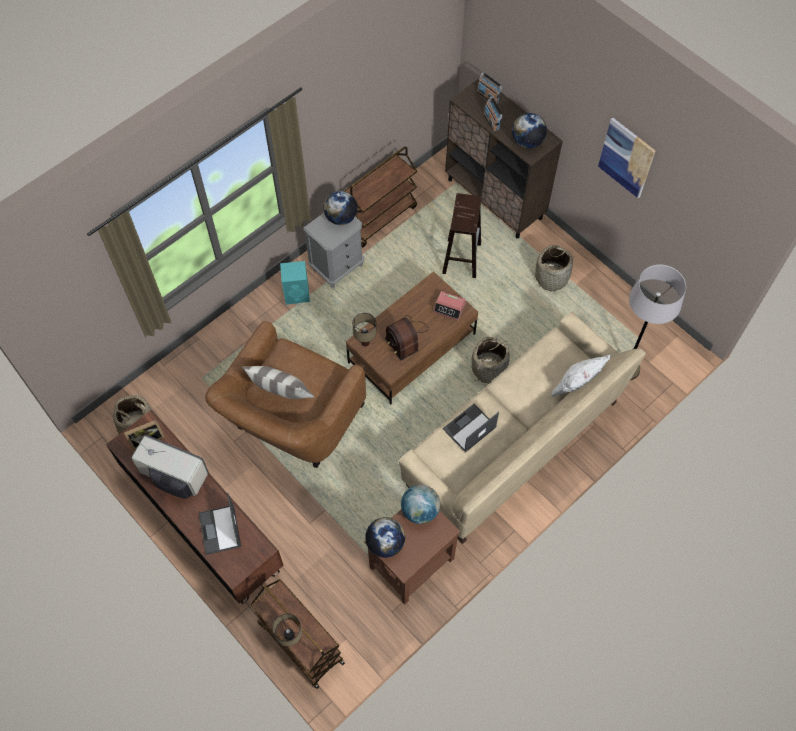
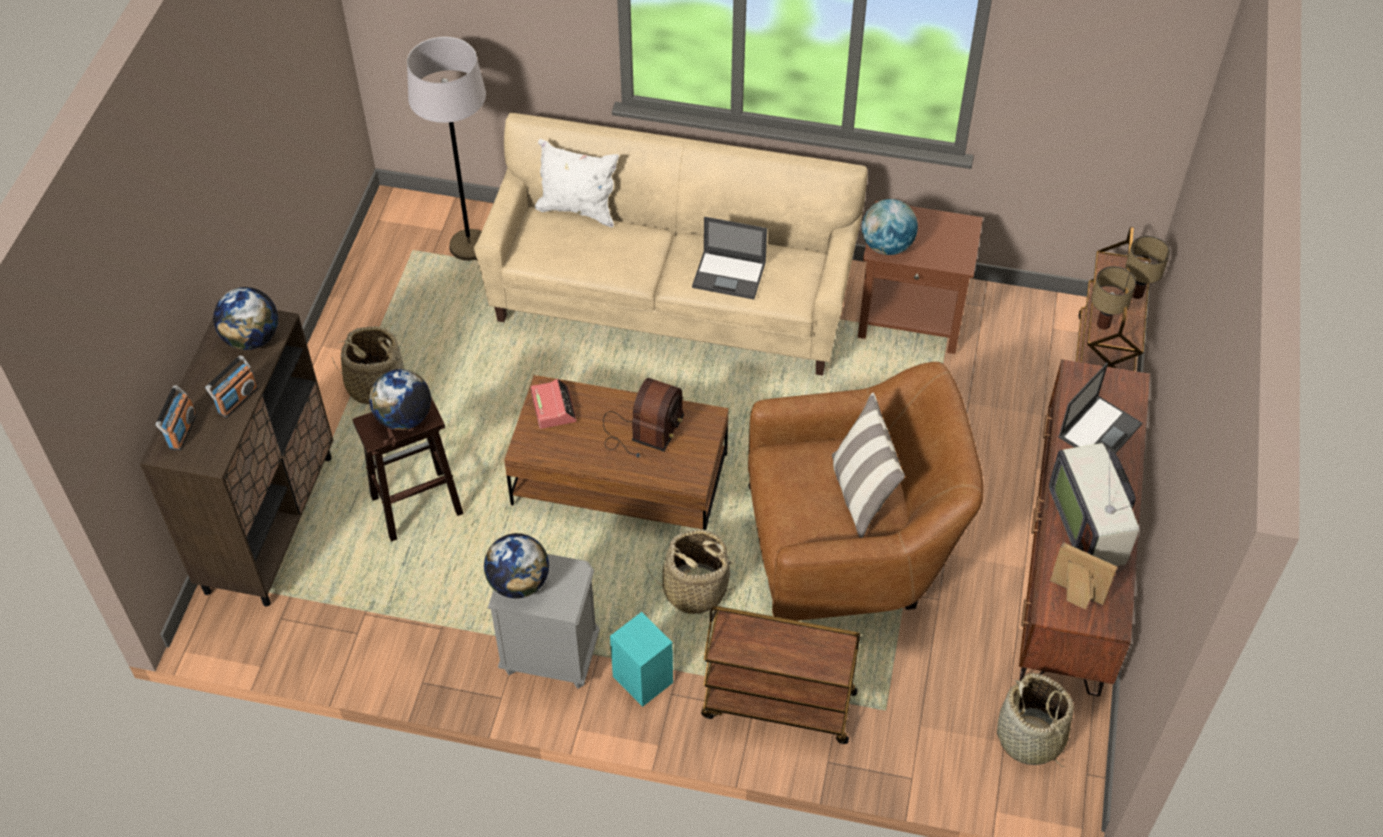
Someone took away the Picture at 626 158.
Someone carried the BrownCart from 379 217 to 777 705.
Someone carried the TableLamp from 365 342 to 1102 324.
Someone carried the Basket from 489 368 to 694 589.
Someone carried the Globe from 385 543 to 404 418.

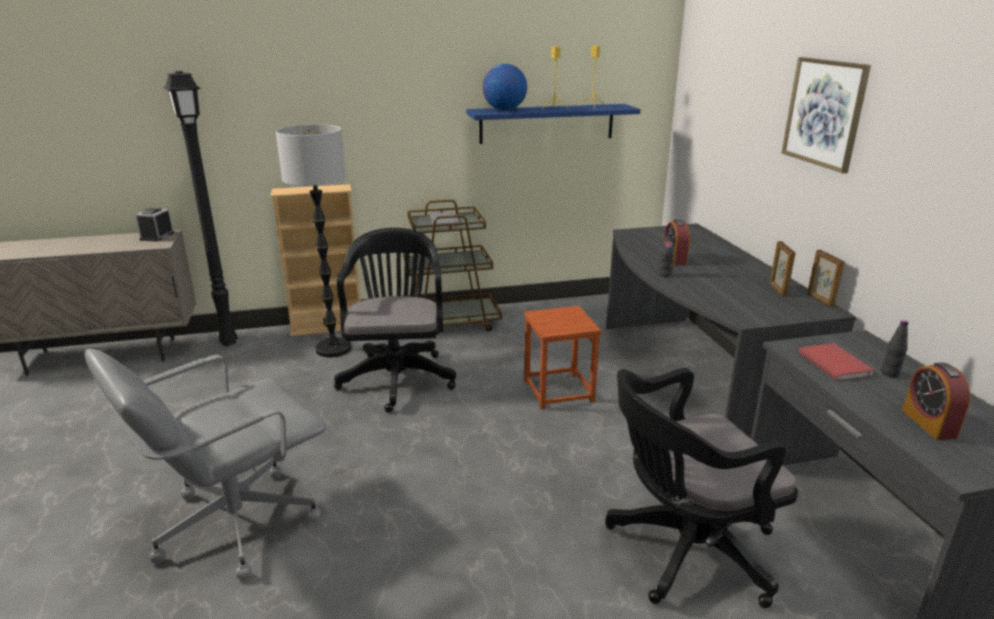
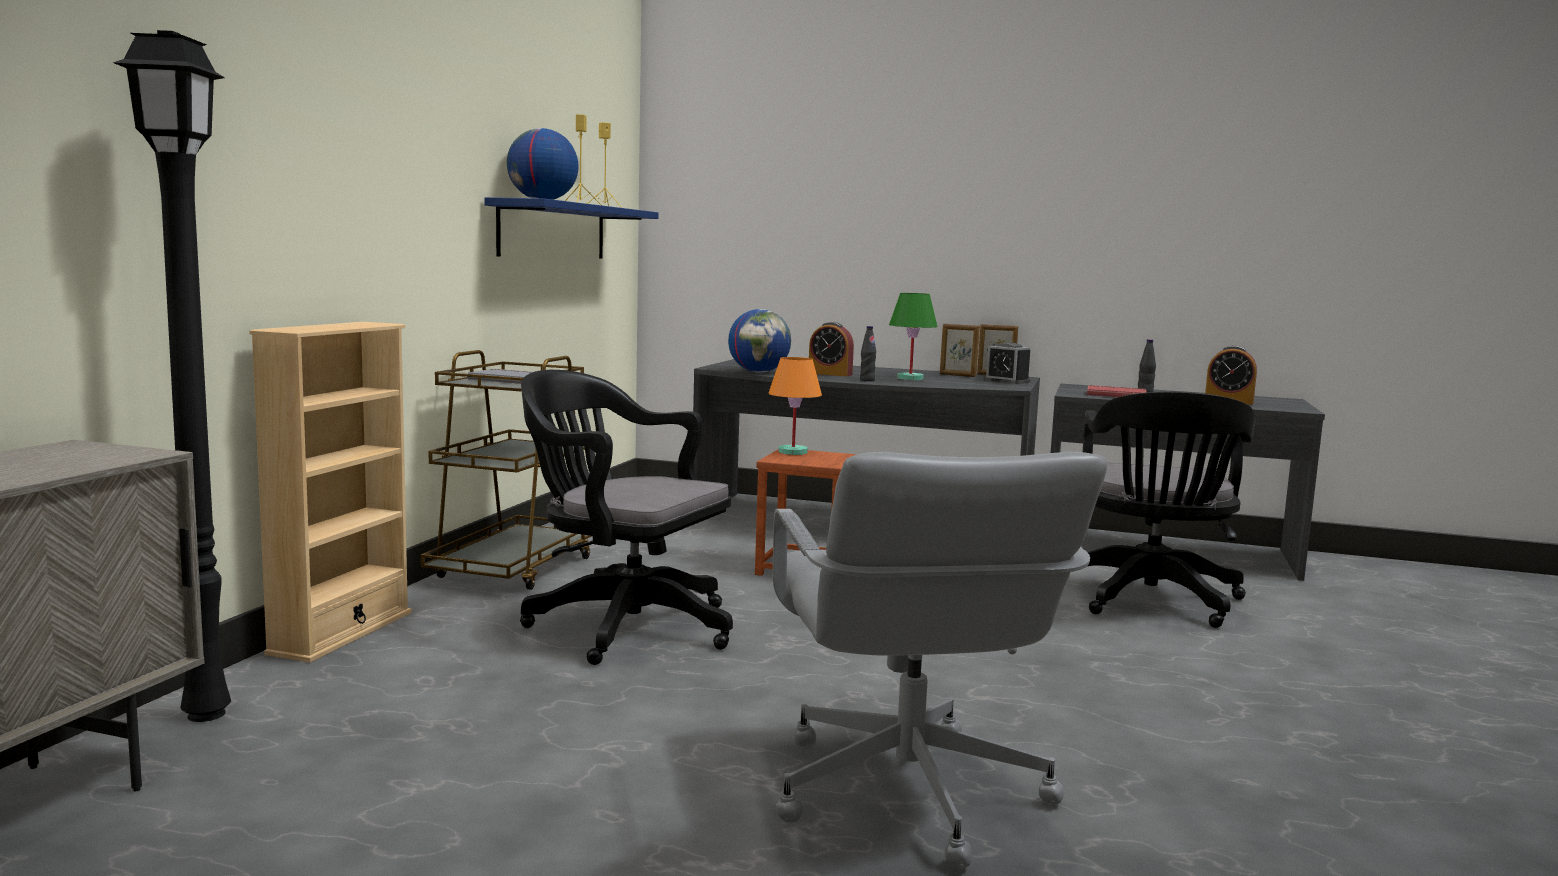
Someone took away the Picture at 824 113.
Someone took away the FloorLamp at 334 349.
Someone carried the AlarmClock from 157 236 to 1006 381.
Someone put down the GreenTableLamp at 909 378.
Someone put down the Globe at 759 372.
Someone put down the OrangeTableLamp at 792 452.

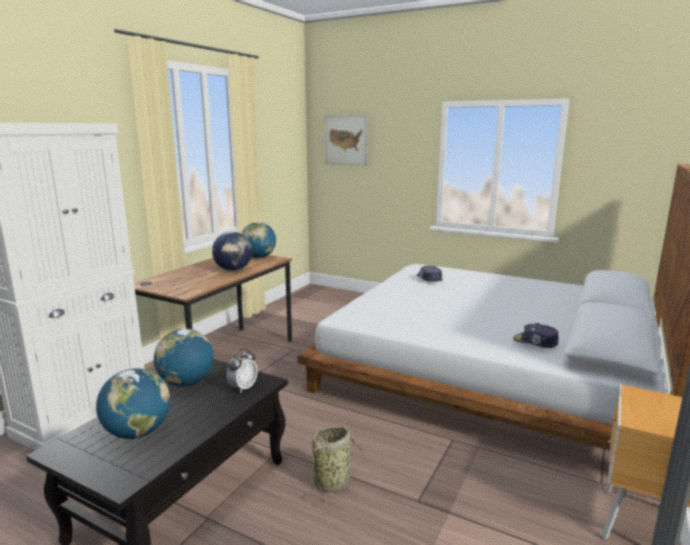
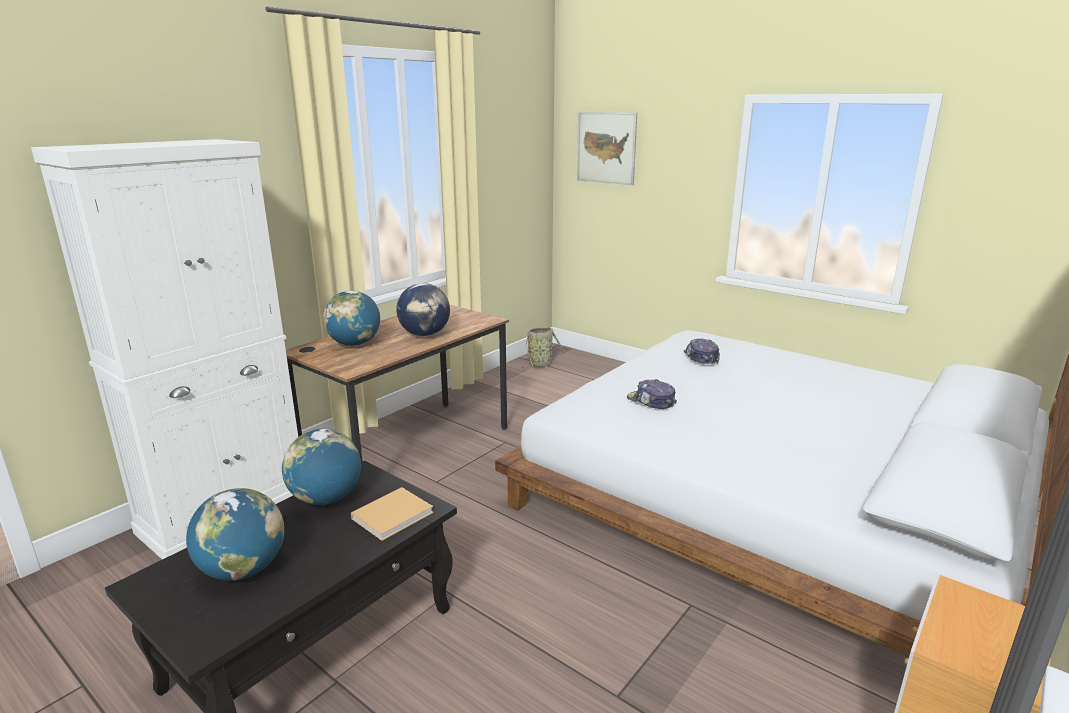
Someone carried the Globe from 259 257 to 354 344.
Someone carried the Cap from 535 342 to 651 402.
Someone swapped the AlarmClock at 243 388 for the BeigeBook at 394 514.
Someone carried the Basket from 333 482 to 541 364.

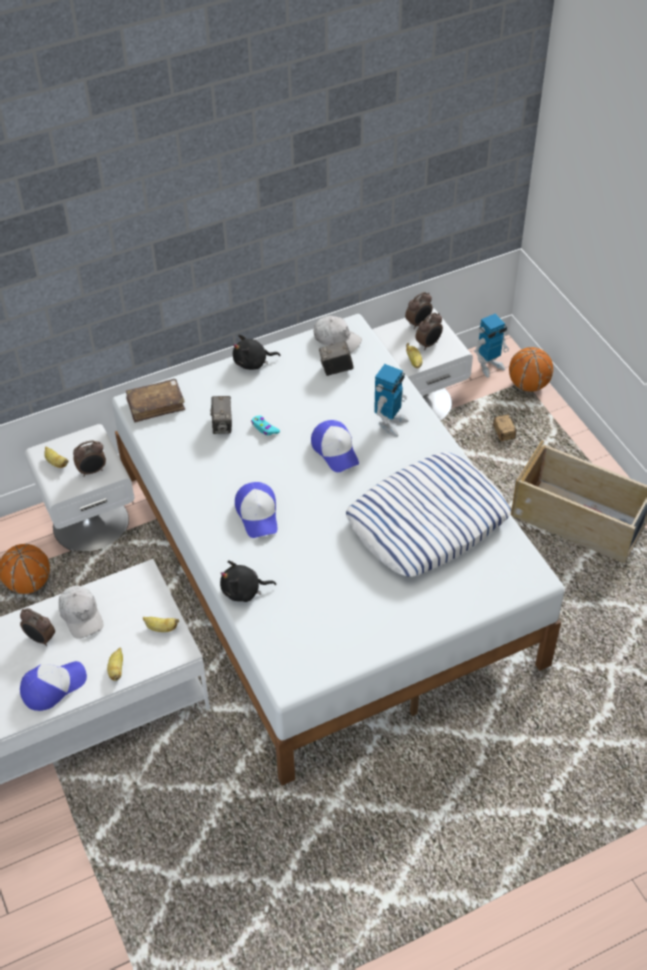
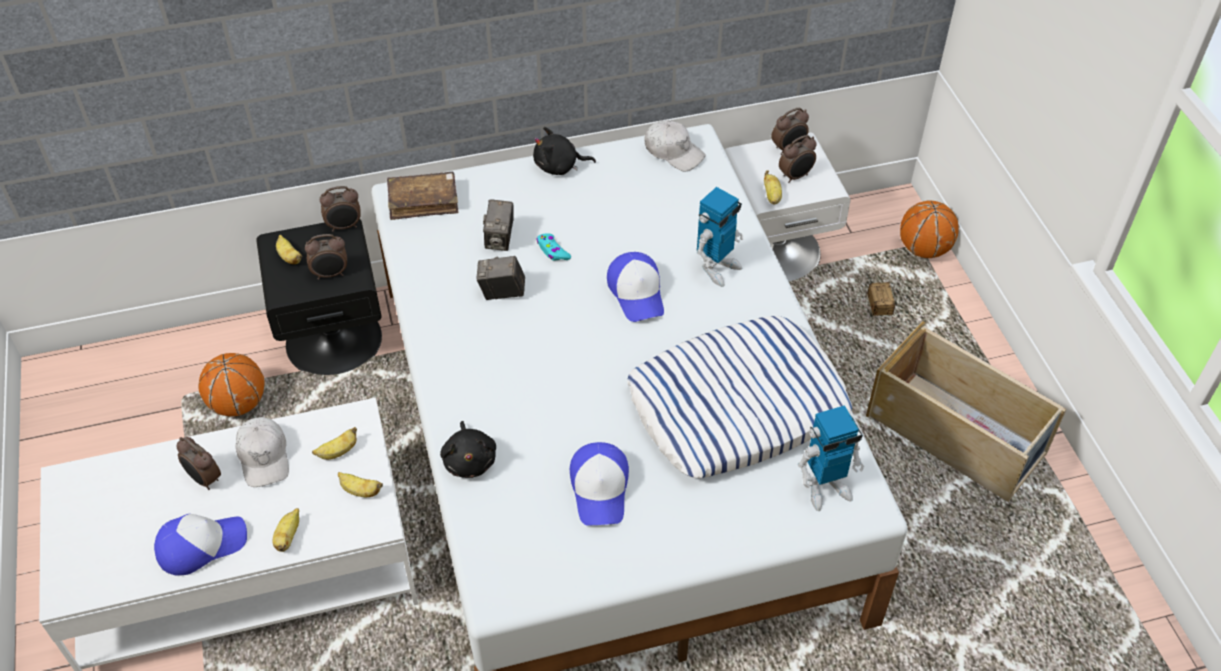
Someone carried the ToyRobot from 489 366 to 825 488.
Someone carried the PhotoCamera from 336 369 to 502 292.
Someone repainted the WhiteNightstand at 90 522, which became the BlackNightstand at 333 339.
Someone carried the Cap from 258 514 to 600 489.
Someone rotated the BlackPlushToy at 244 591 by 105 degrees counterclockwise.
Someone put down the AlarmClock at 344 226.
Someone put down the Banana at 338 452.

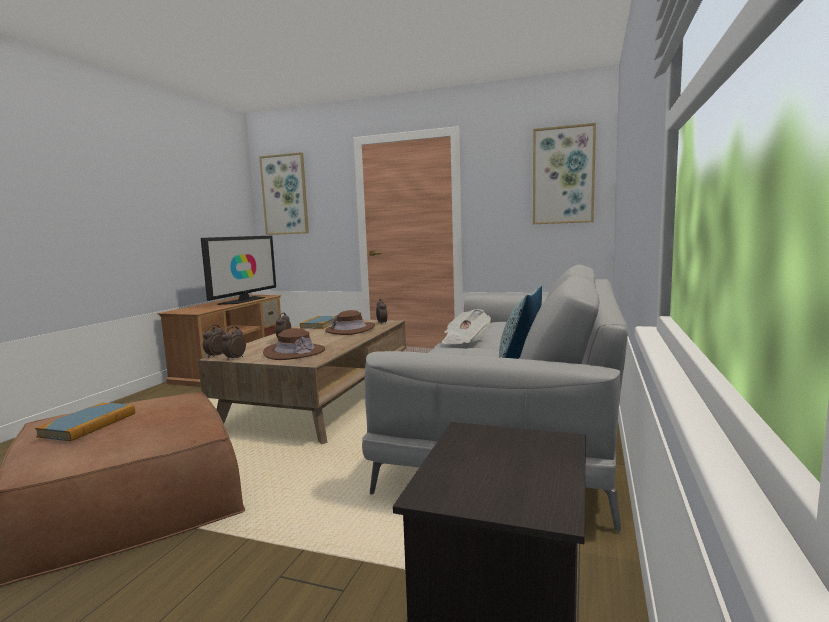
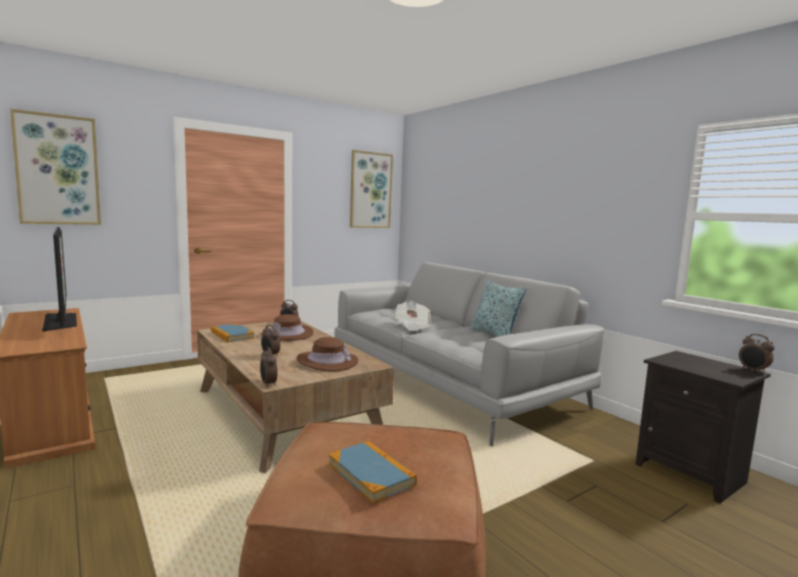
Someone carried the AlarmClock from 234 359 to 753 370.

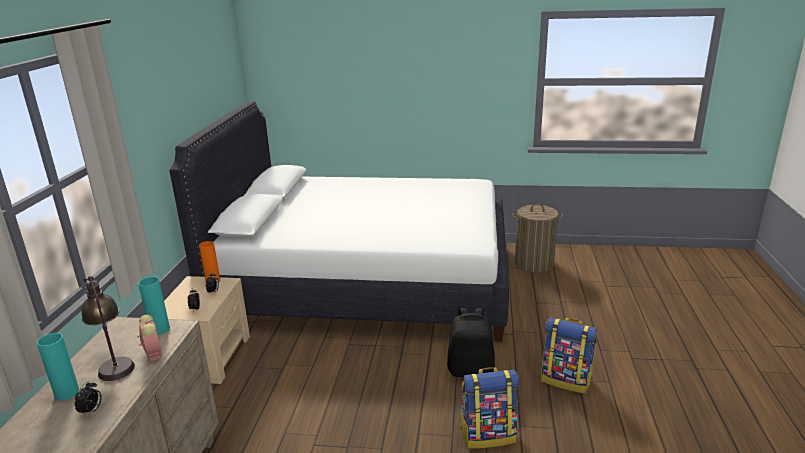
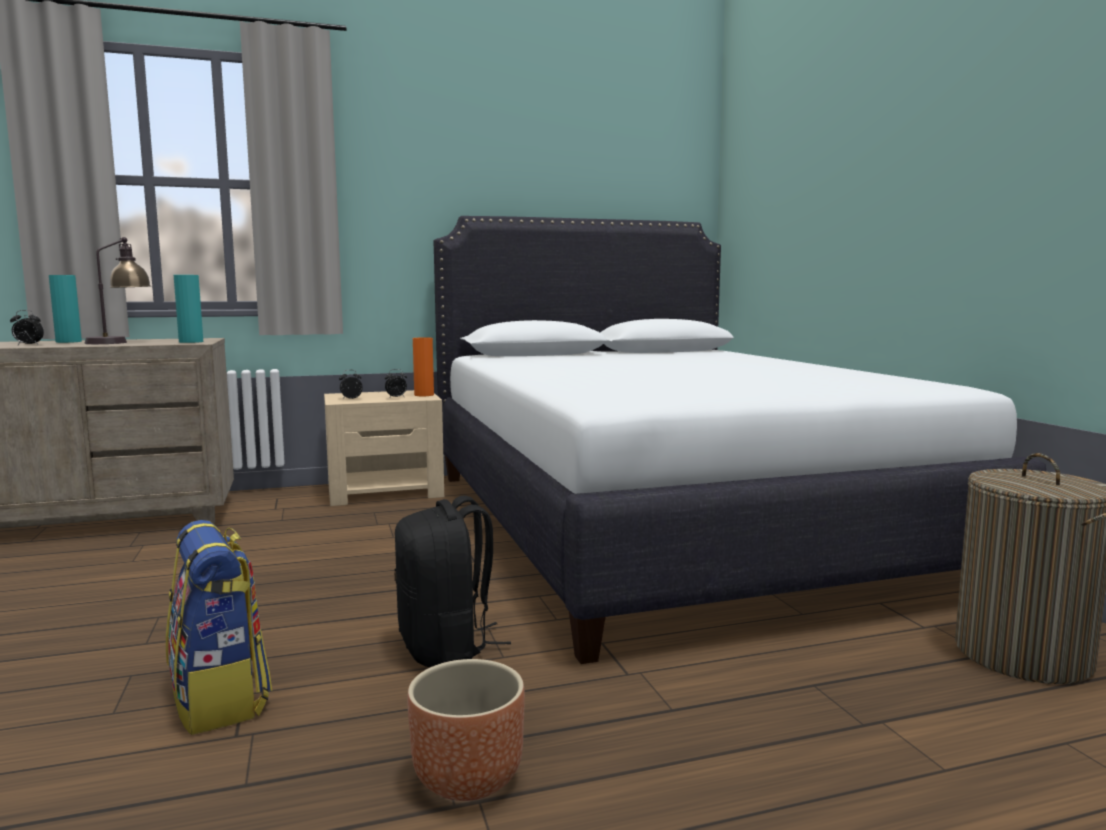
Someone took away the AlarmClock at 153 353.
Someone swapped the Backpack at 566 380 for the BrownPlanter at 469 779.

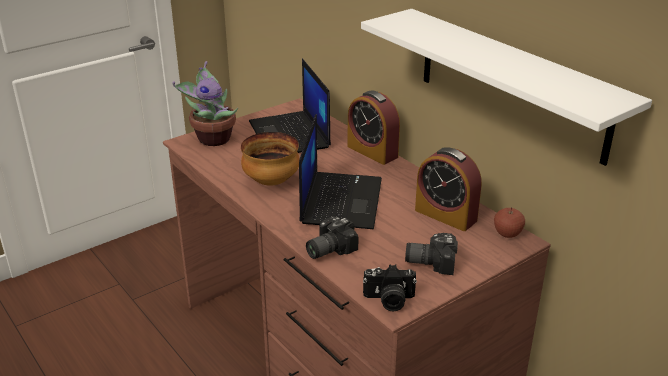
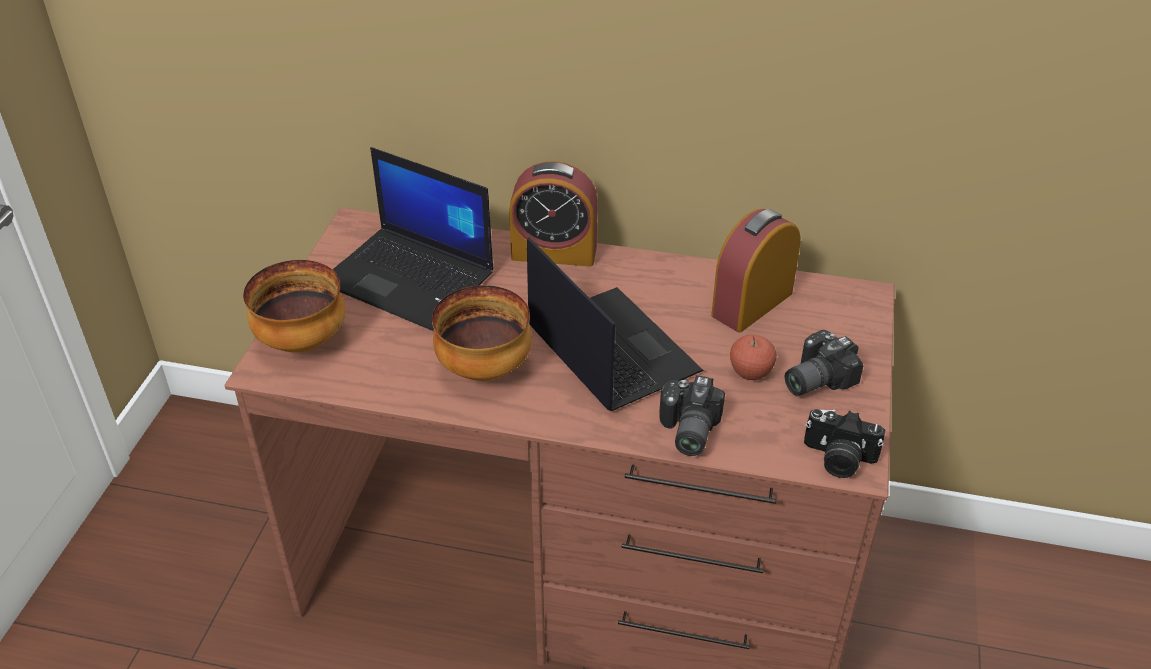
Someone took away the WhiteShelf at 511 83.
Someone swapped the PottedPlant at 212 138 for the Bowl at 301 340.
Someone rotated the AlarmClock at 445 215 by 135 degrees clockwise.
Someone carried the Apple from 507 234 to 750 373.
Someone rotated the PhotoCamera at 389 300 by 60 degrees clockwise.

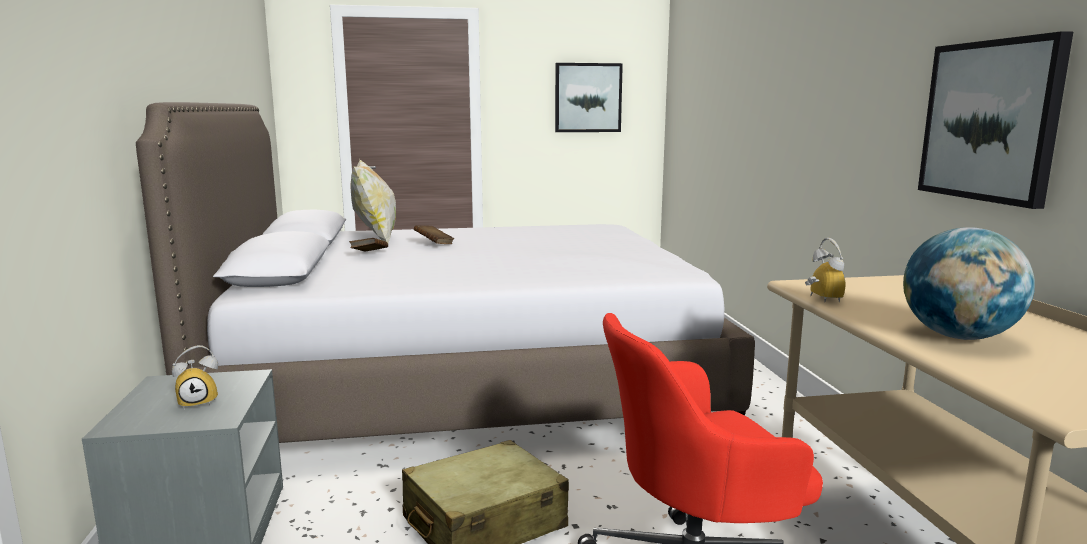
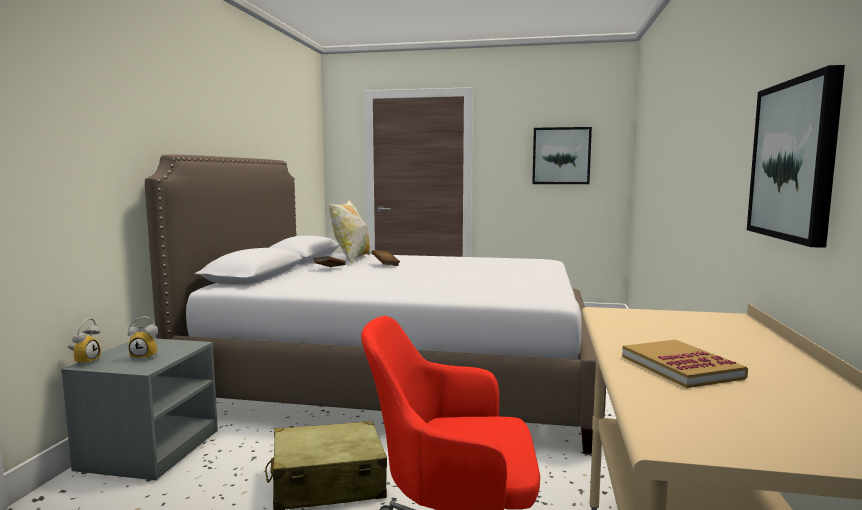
Someone swapped the Globe at 958 337 for the Book at 681 367.
Someone carried the AlarmClock from 819 299 to 85 362.

